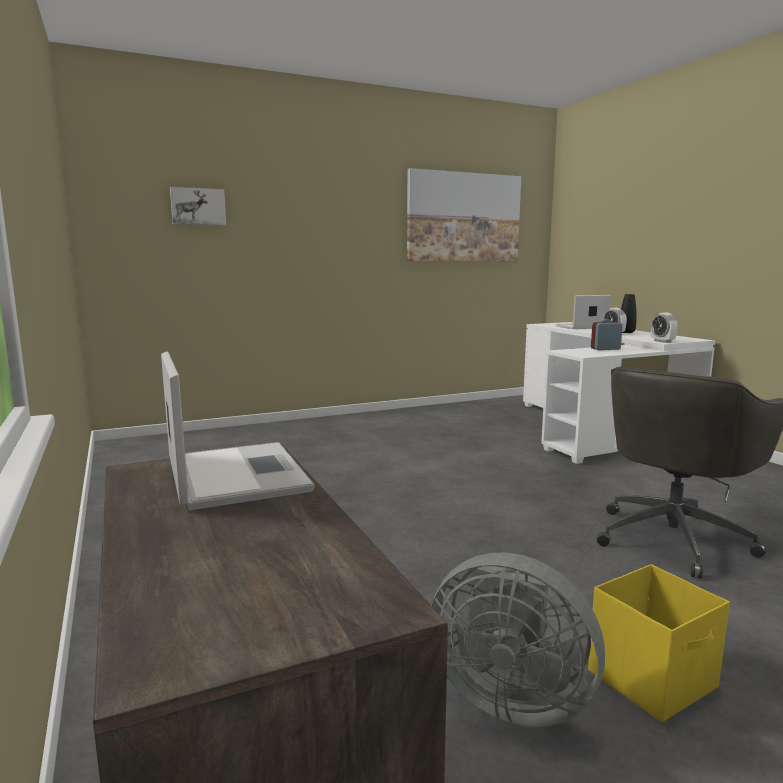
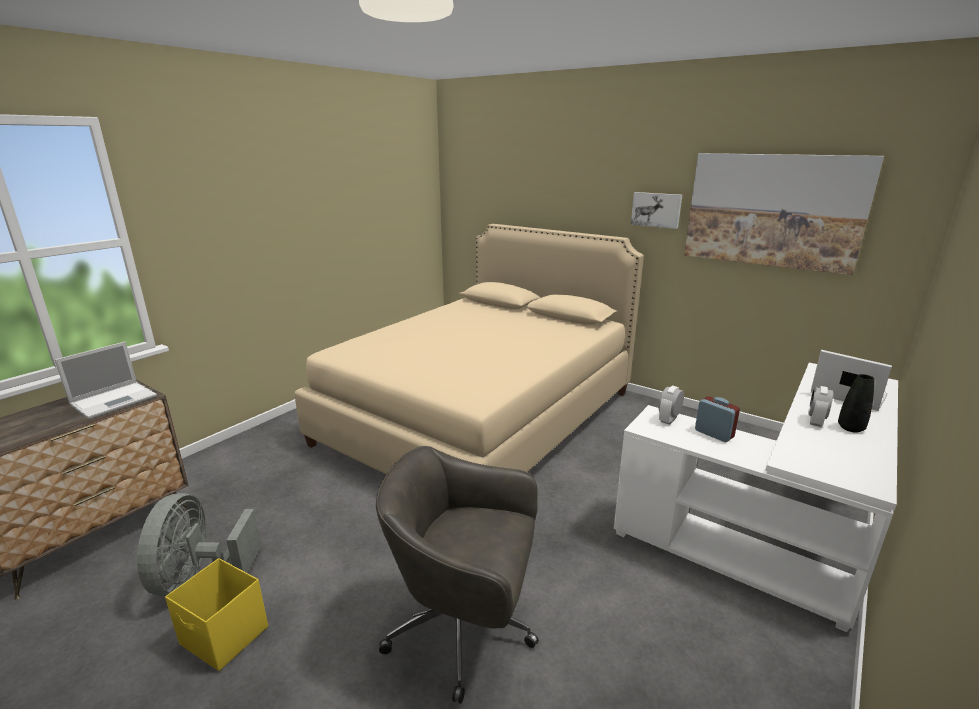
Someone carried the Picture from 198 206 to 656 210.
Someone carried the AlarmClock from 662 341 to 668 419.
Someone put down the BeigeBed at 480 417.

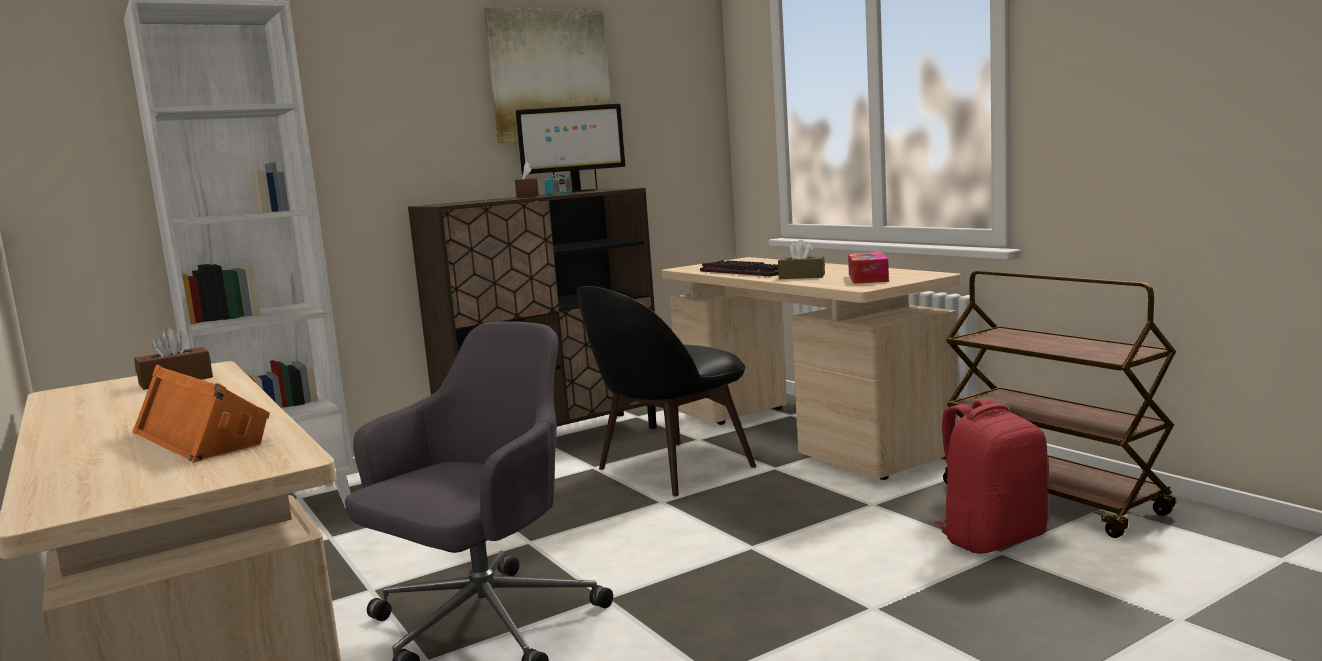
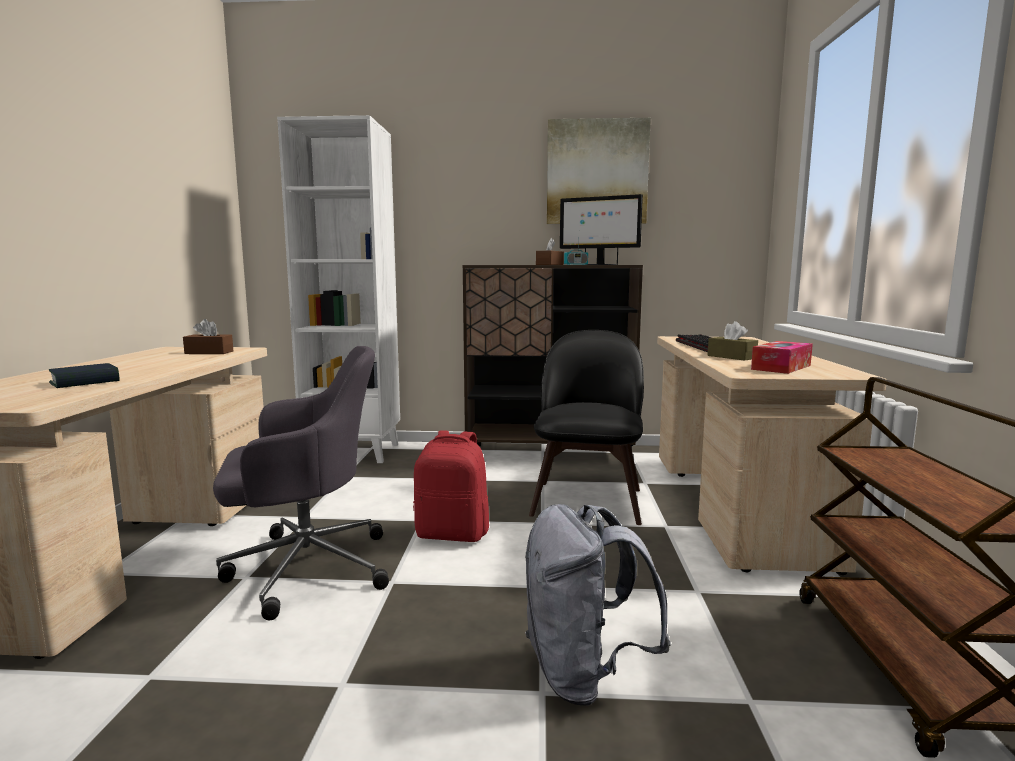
Someone rotated the BlackChair at 670 469 by 105 degrees clockwise.
Someone swapped the OrangeSpeaker at 203 435 for the Book at 85 382.
Someone carried the RedBackpack from 992 538 to 453 534.
Someone put down the GreyBackpack at 584 674.

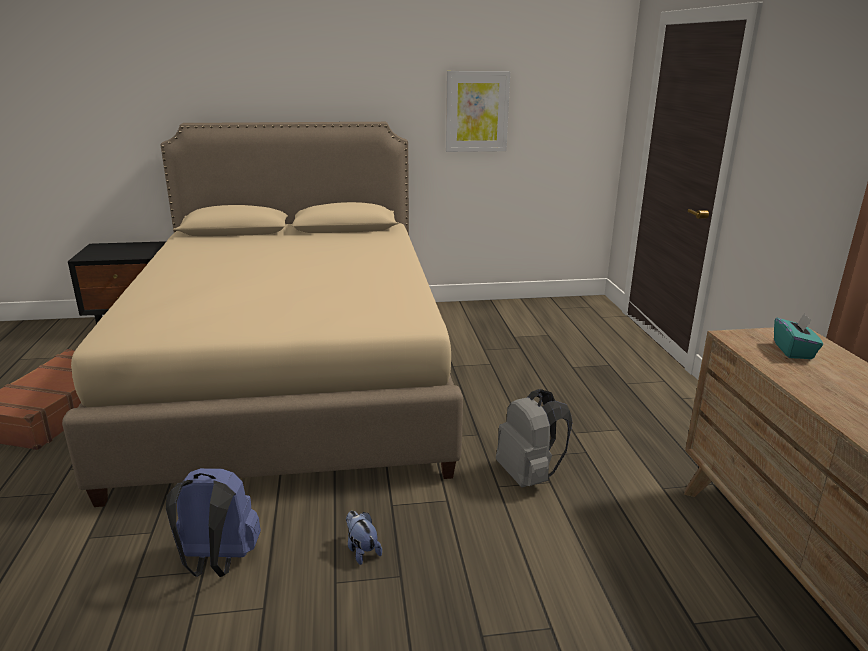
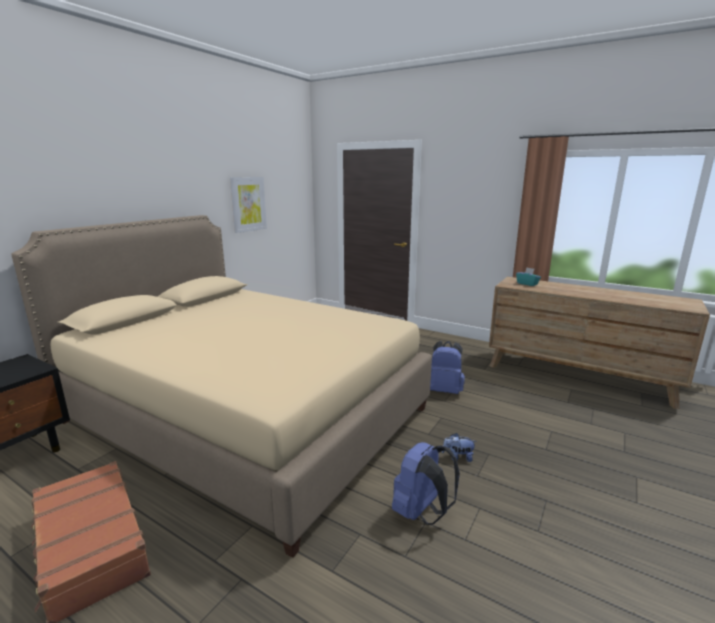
Someone repainted the GreyBackpack at 529 476, which became the BlueBackpack at 444 390.

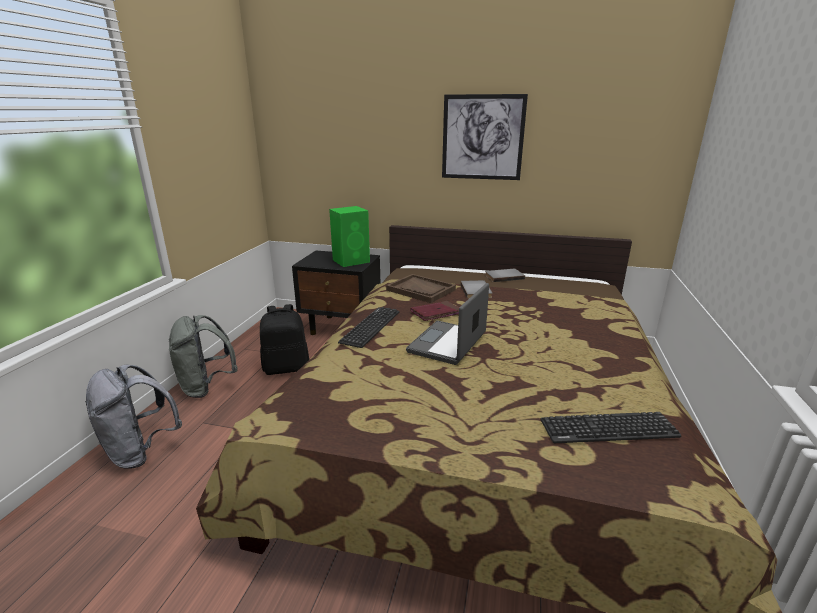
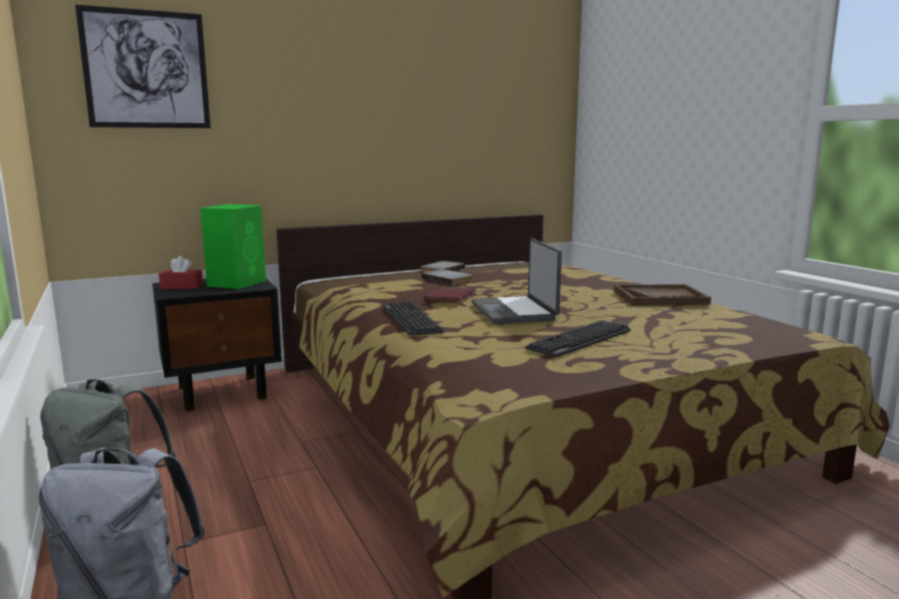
Someone carried the Picture from 482 137 to 146 69.
Someone carried the BrownTray from 421 290 to 660 298.
Someone took away the BlackBackpack at 286 368.
Someone carried the Keyboard from 608 428 to 580 340.
Someone put down the RedTissueBox at 182 287.

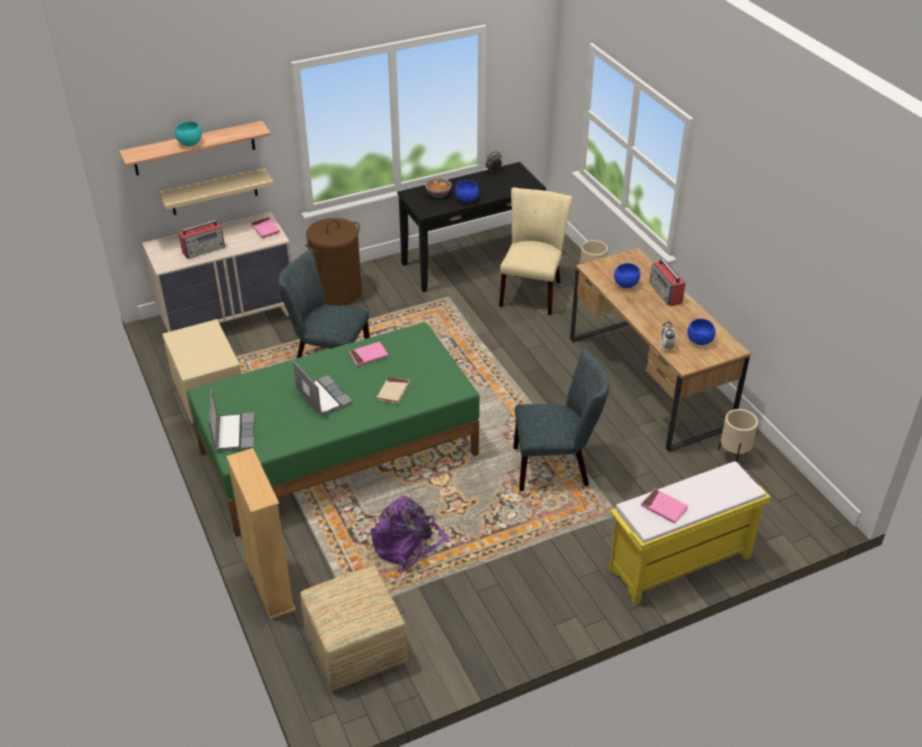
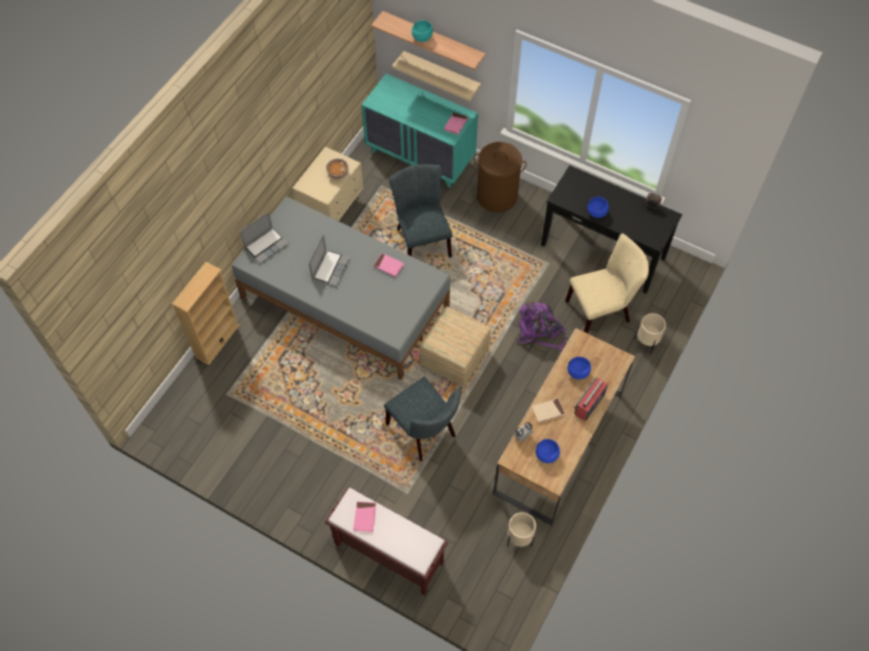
Someone carried the Bowl from 438 194 to 337 173.
Someone repainted the BeigeDresser at 229 316, which became the TurquoiseDresser at 420 156.
Someone took away the Radio at 204 249.
Someone repainted the GreenBed at 337 452, which became the GreyBed at 344 301.
Someone carried the BeigeBook from 393 391 to 548 411.
Someone repainted the YellowBench at 678 564, which became the BrownBench at 388 553.
Someone carried the PurpleBackpack from 407 545 to 540 331.
Someone carried the Ottoman from 355 648 to 454 356.

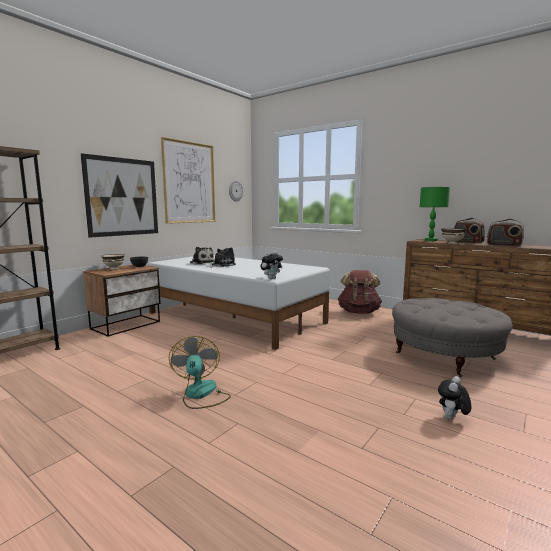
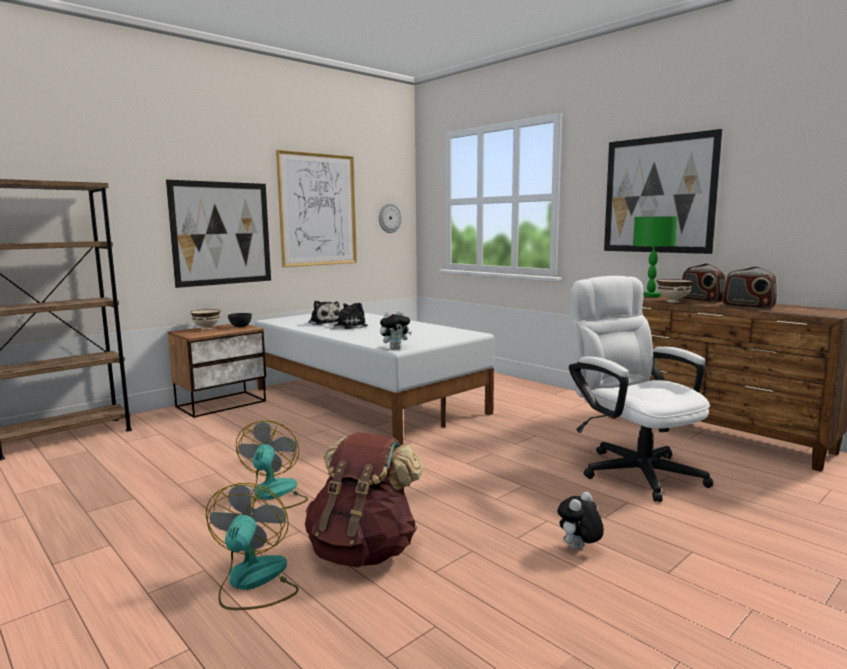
Someone carried the BrownBackpack from 359 312 to 363 551.
Someone swapped the GreyOttoman at 444 356 for the WhiteOfficeChair at 633 469.
Someone put up the Picture at 658 195.
Someone put down the Fan at 253 582.

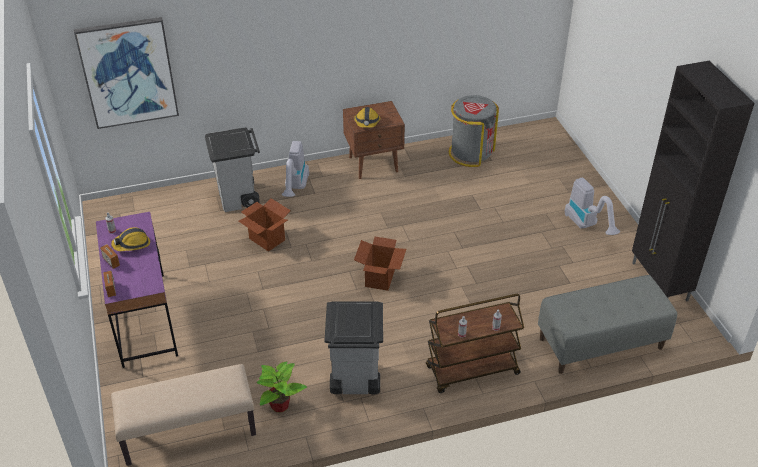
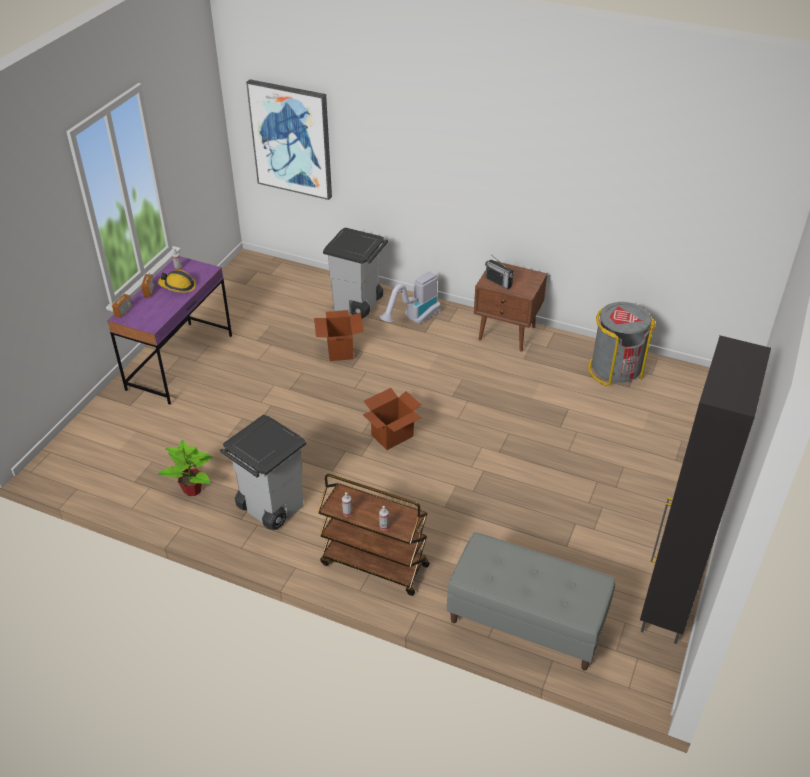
Someone swapped the HardHat at 367 122 for the Radio at 498 282.
Someone took away the VacuumCleaner at 588 226.
Someone took away the BeigeBench at 188 432.

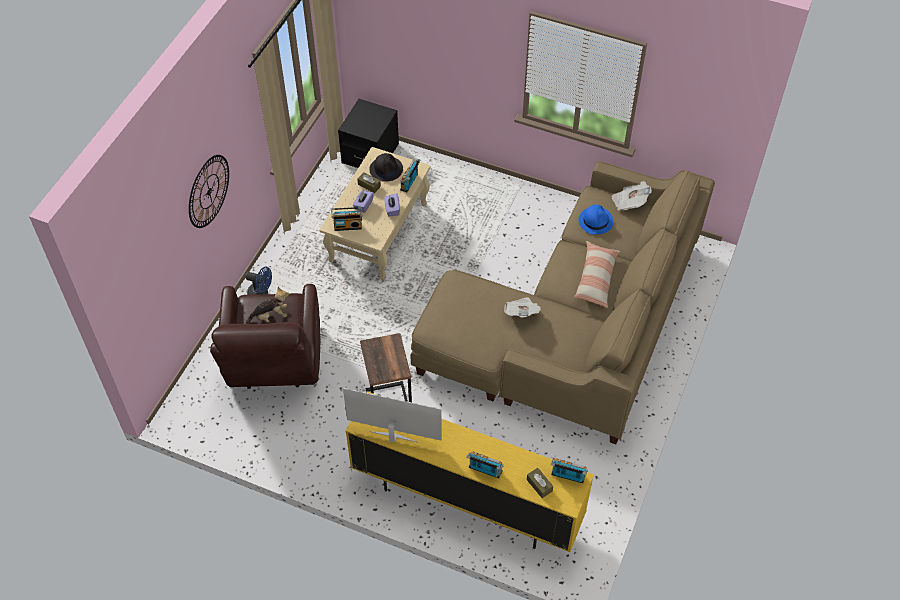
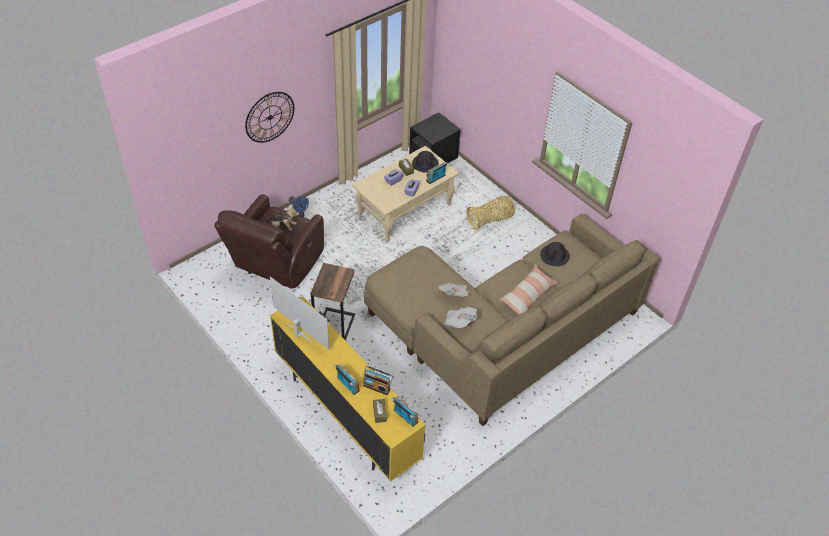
Someone carried the Newspaper from 629 202 to 459 322.
Someone repainted the BlueHat at 595 221, which became the BlackHat at 554 255.
Someone carried the Radio from 348 226 to 377 386.
Someone put down the Basket at 490 220.

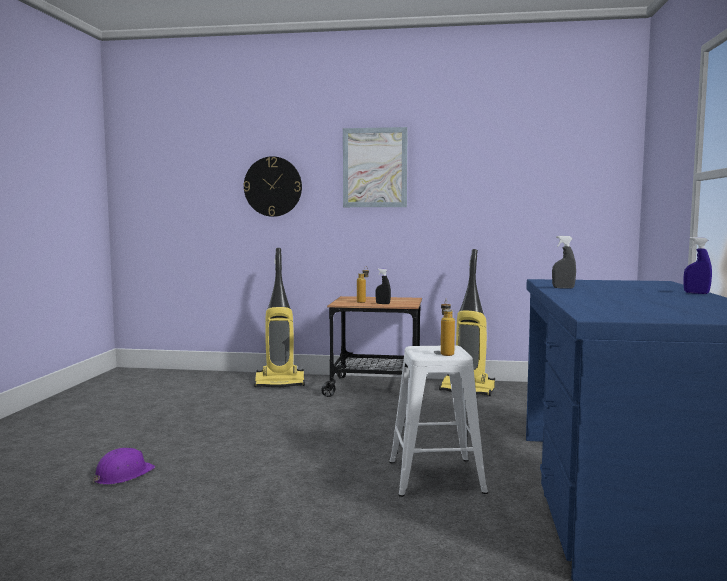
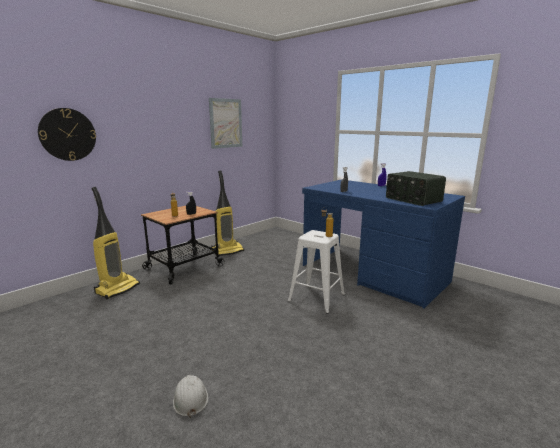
Someone carried the Picture from 375 167 to 225 123.
Someone repainted the PurpleHardHat at 123 475, which became the WhiteHardHat at 190 398.
Someone put down the Radio at 412 200.

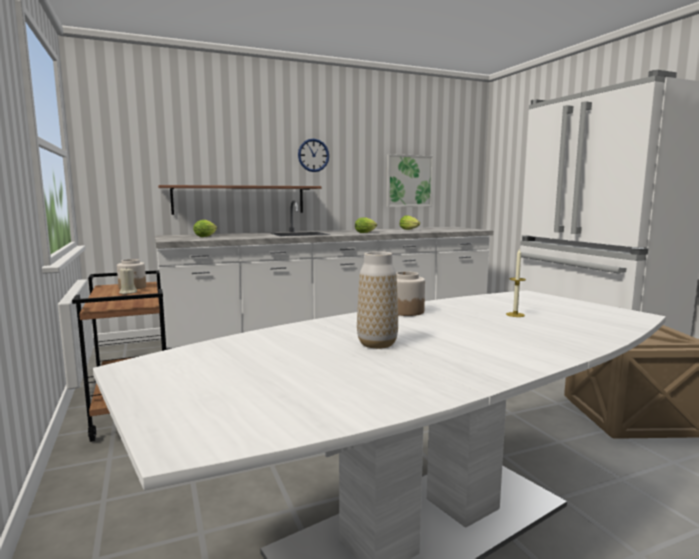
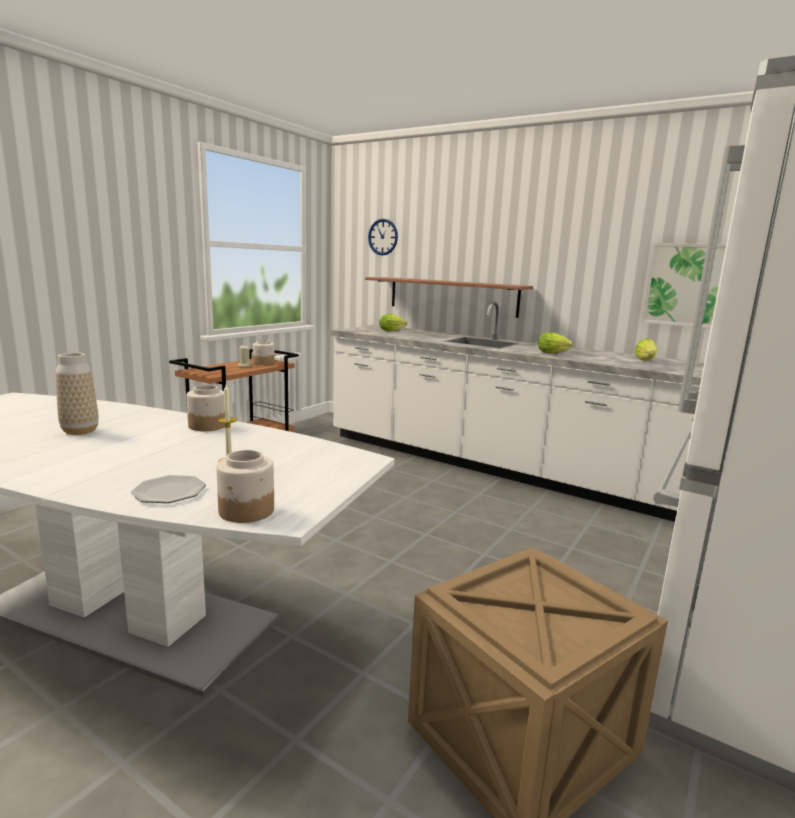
Someone carried the WallClock from 313 155 to 383 237.
Someone put down the Jar at 246 511.
Someone put down the Plate at 170 492.

